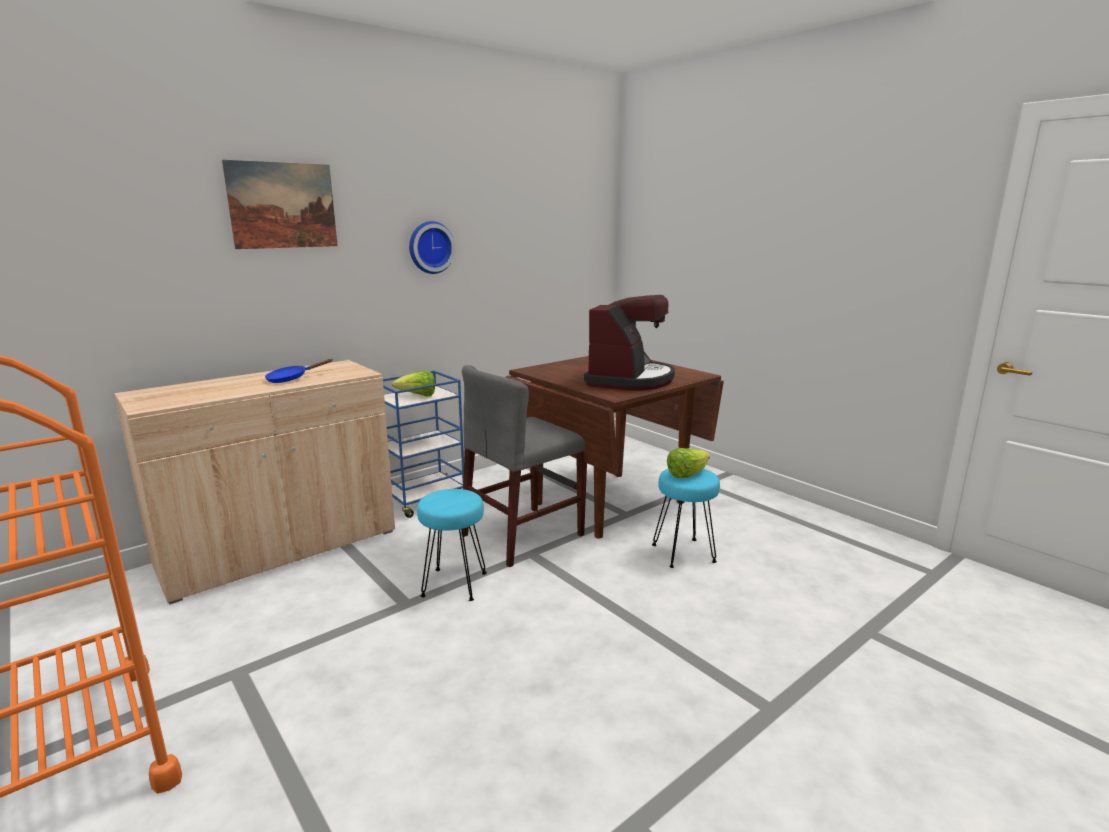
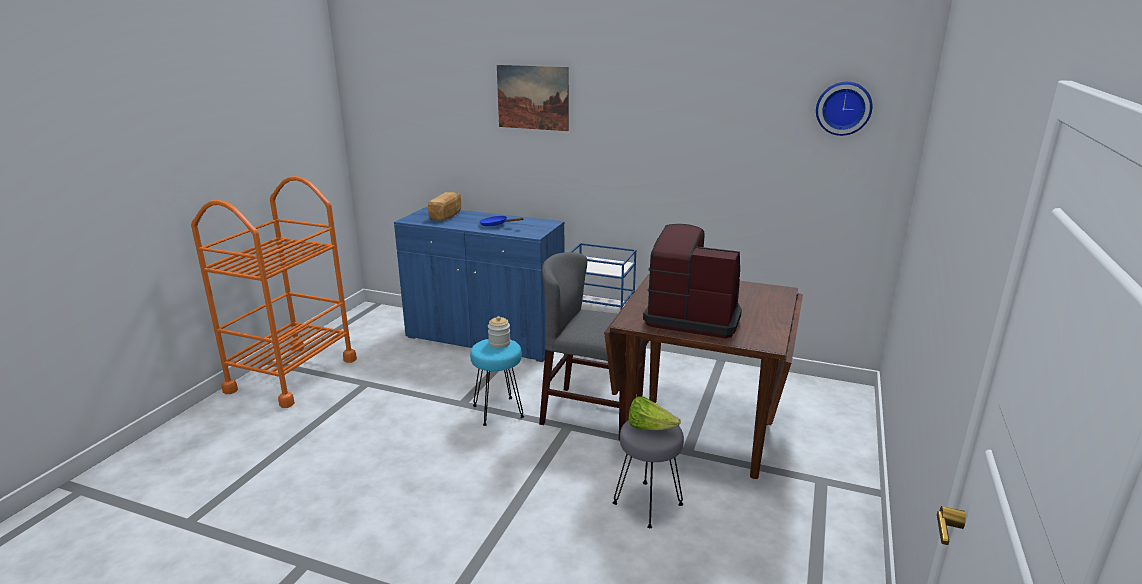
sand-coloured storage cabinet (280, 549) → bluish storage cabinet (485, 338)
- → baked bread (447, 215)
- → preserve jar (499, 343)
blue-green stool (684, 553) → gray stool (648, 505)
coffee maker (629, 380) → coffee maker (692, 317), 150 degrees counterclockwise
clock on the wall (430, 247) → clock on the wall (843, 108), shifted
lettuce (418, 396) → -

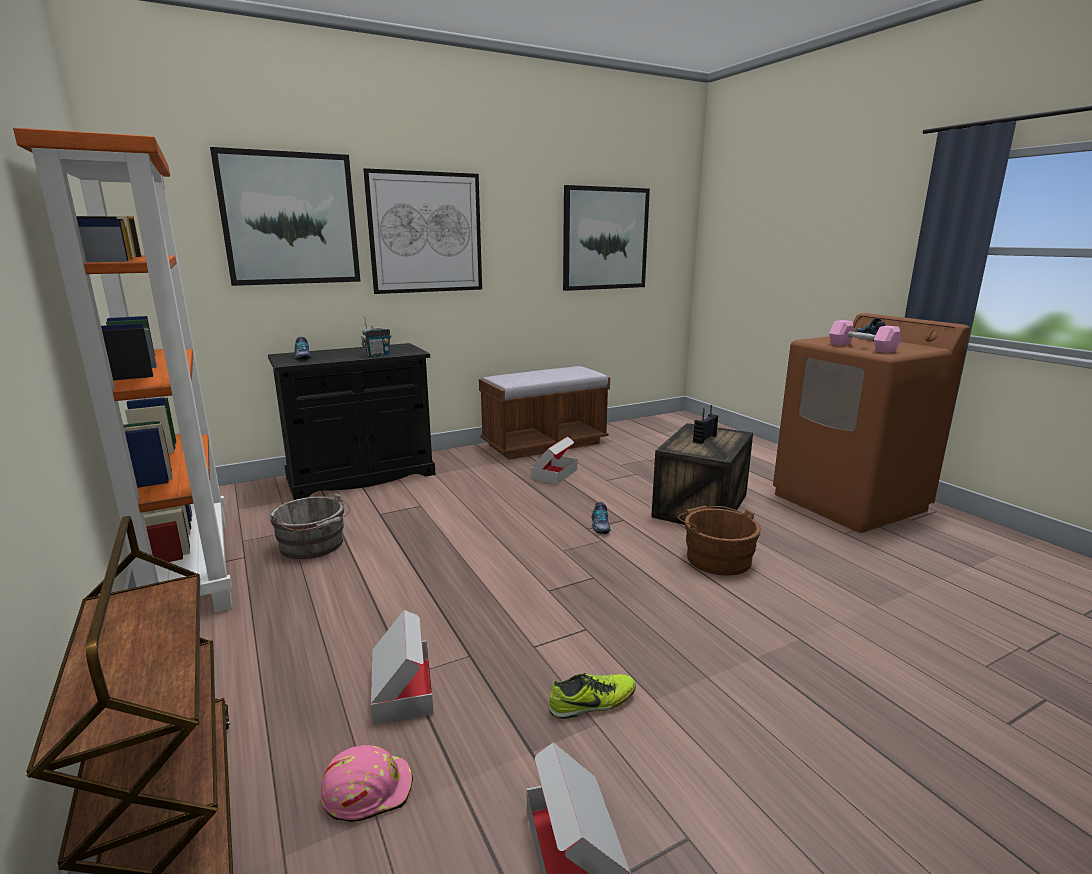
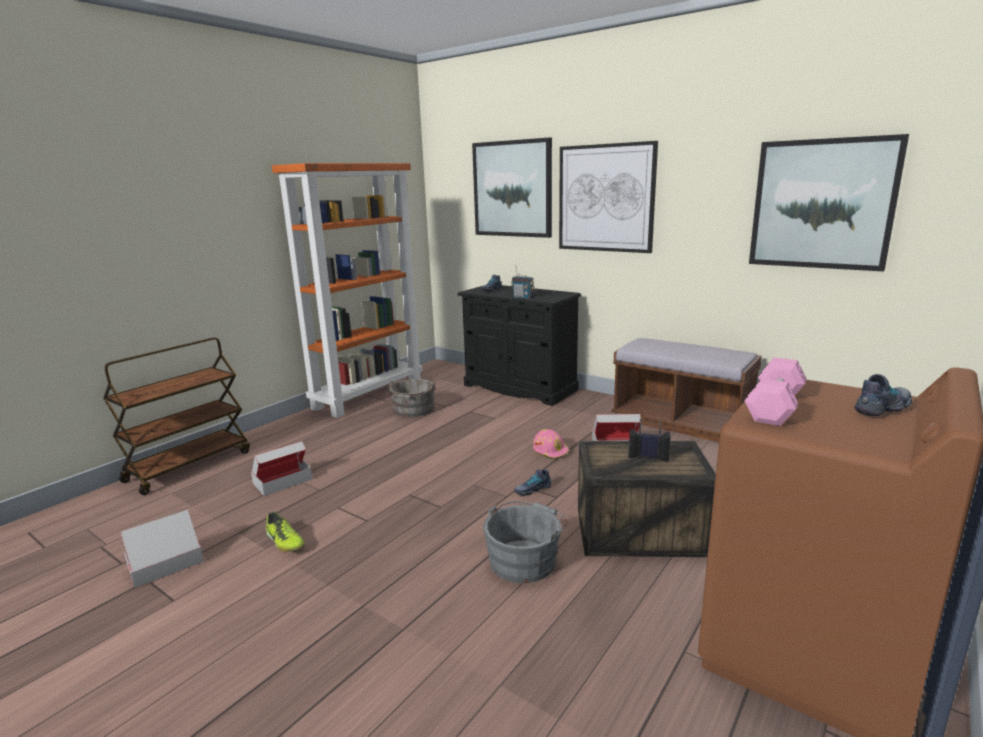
brown-coloured water bucket (715, 557) → gray water bucket (525, 559)
pink-coloured safety helmet (368, 790) → pink-coloured safety helmet (551, 451), shifted

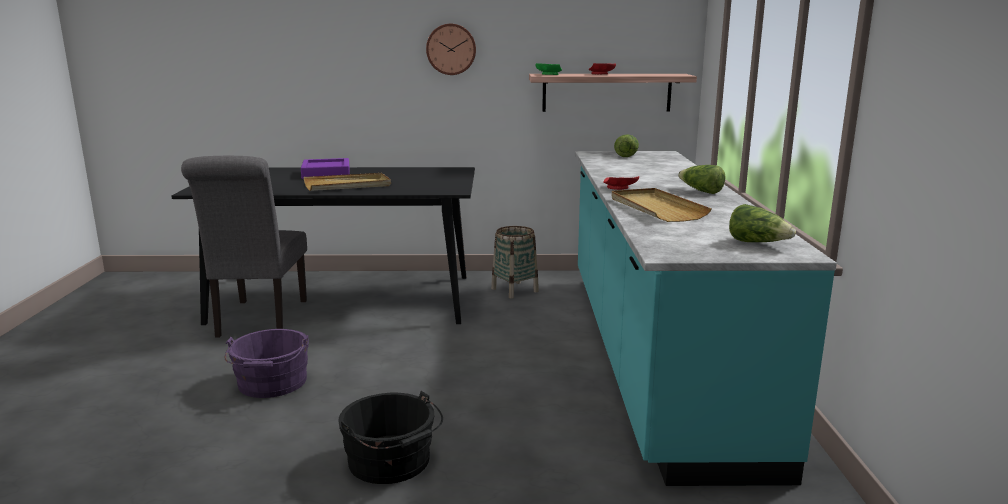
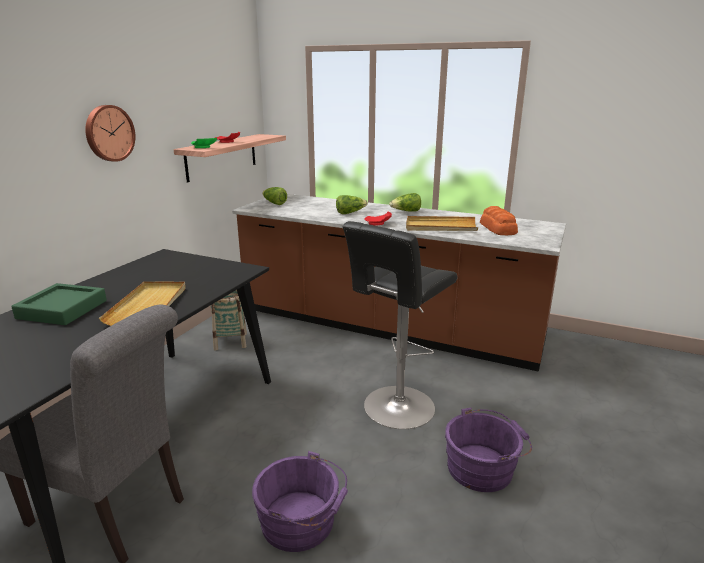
purple-coloured tray (326, 173) → greenish tray (62, 309)
blue-green kitchen base unit (654, 354) → brown-coloured kitchen base unit (388, 326)
lettuce (758, 243) → lettuce (350, 213), shifted
- → black-coloured stool (396, 409)
black-coloured water bucket (392, 462) → purple-coloured water bucket (483, 467)
- → baked bread (497, 228)

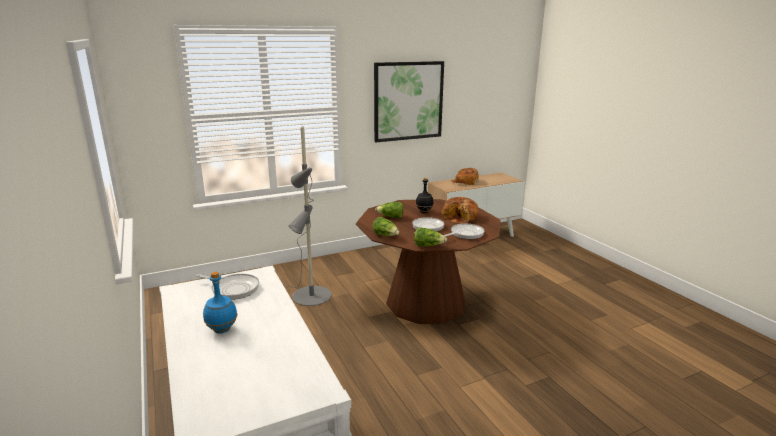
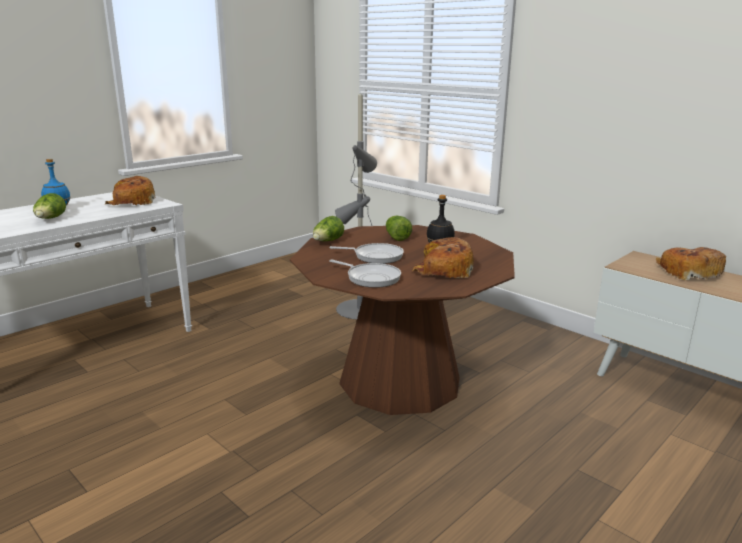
lettuce (428, 246) → lettuce (50, 219), shifted
skillet (233, 289) → baked bread (130, 202)
wall art (408, 101) → -

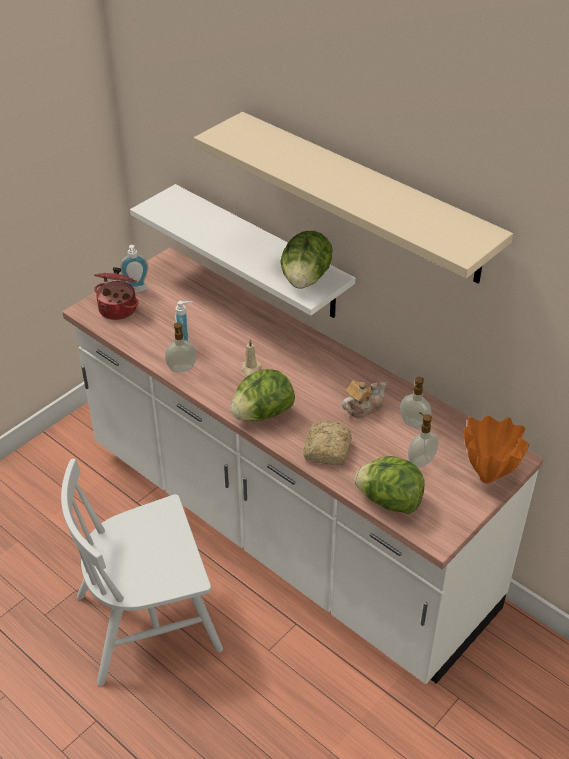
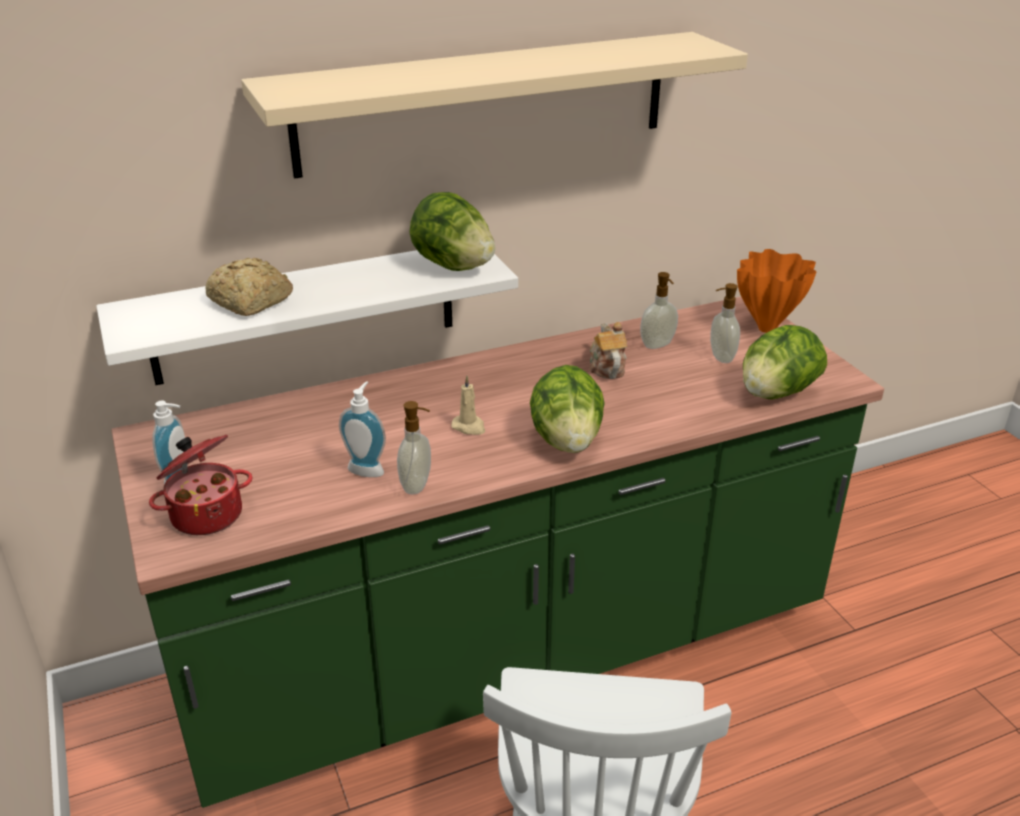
white kitchen base unit (284, 529) → greenish kitchen base unit (510, 655)
baked bread (326, 451) → baked bread (250, 302), shifted

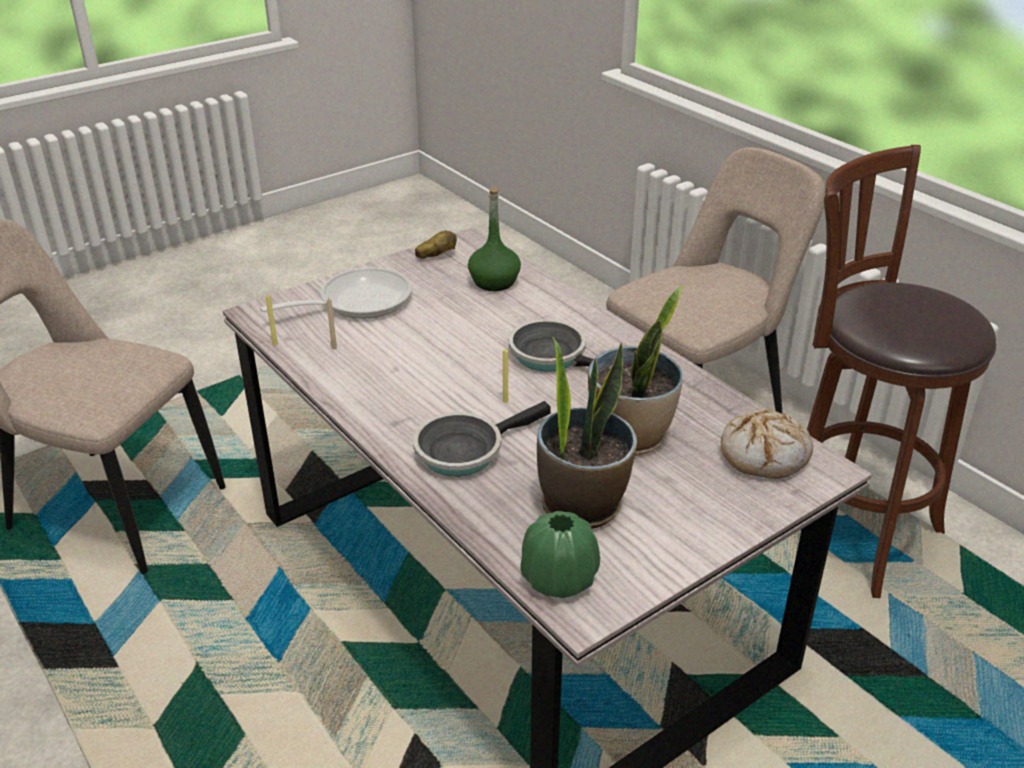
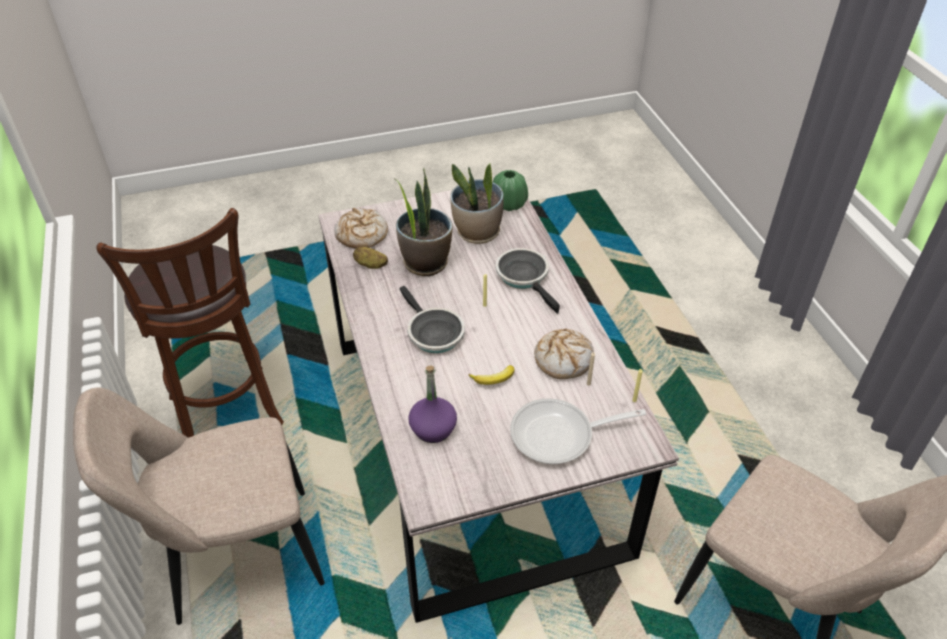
spud (436, 256) → spud (371, 265), shifted
greenish bottle (494, 282) → purple-coloured bottle (433, 429)
- → whole banana (493, 379)
skillet (465, 450) → skillet (525, 277), 105 degrees counterclockwise
- → baked bread (563, 359)

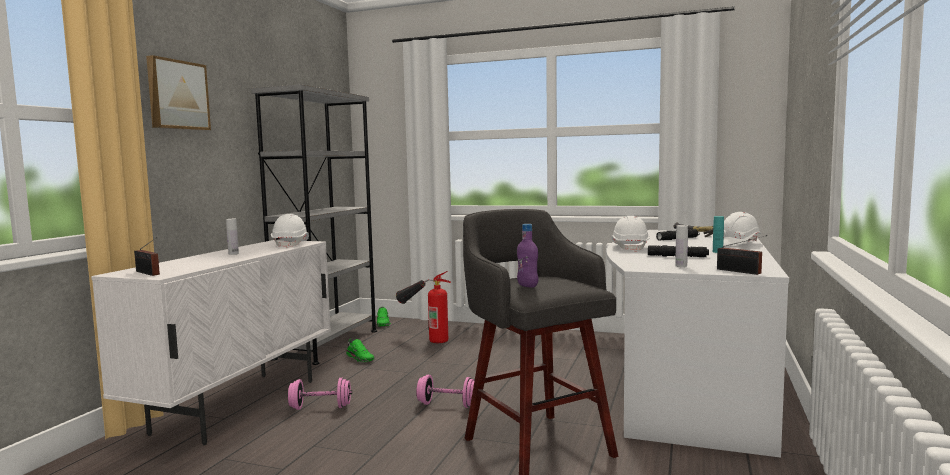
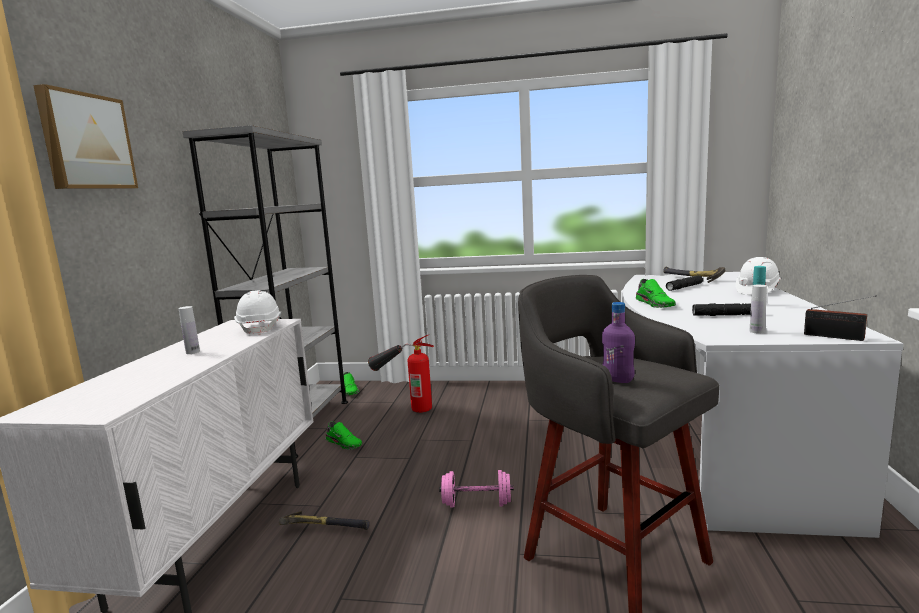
pink-coloured free weight (320, 407) → hammer (325, 528)
white safety helmet (630, 248) → greenish shoe (656, 304)
radio set (148, 273) → -

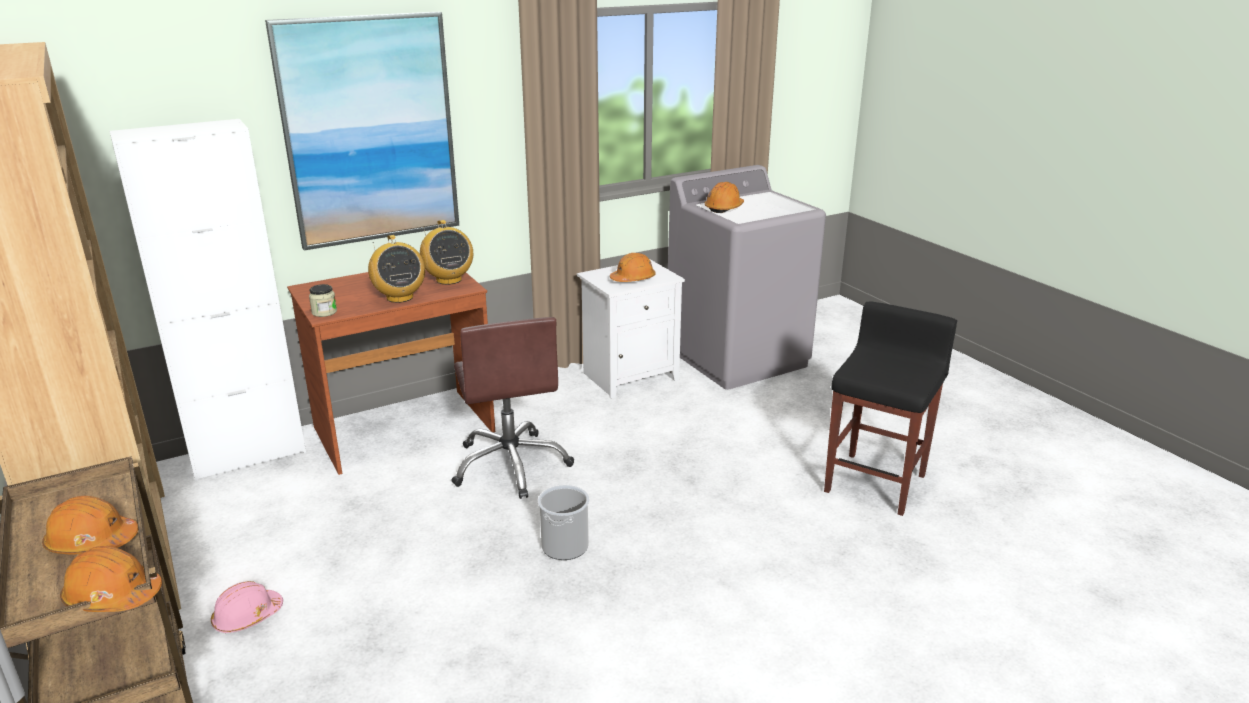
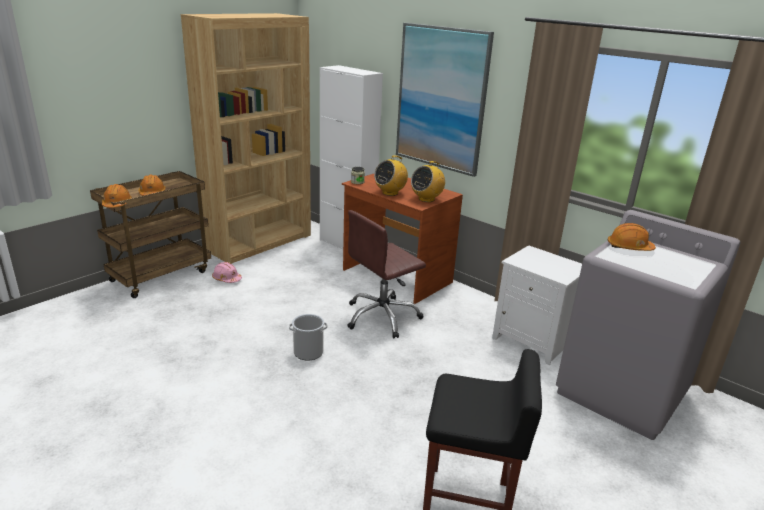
orange-coloured safety helmet (633, 279) → -

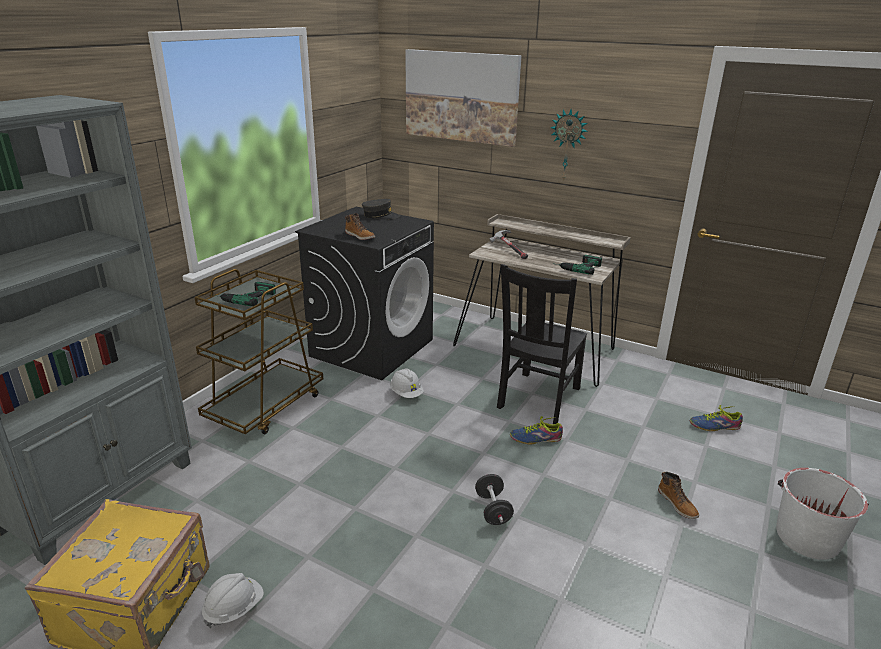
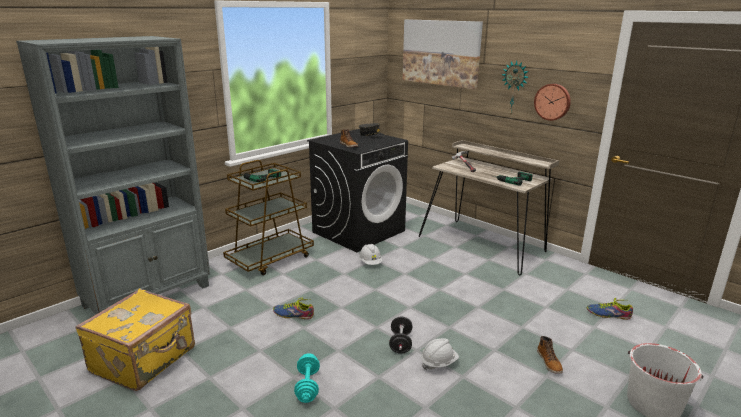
shoe (536, 438) → shoe (293, 315), shifted
- → blue-green free weight (307, 386)
white safety helmet (234, 609) → white safety helmet (438, 363), shifted
- → clock on the wall (552, 101)
black-coloured chair (537, 399) → -

